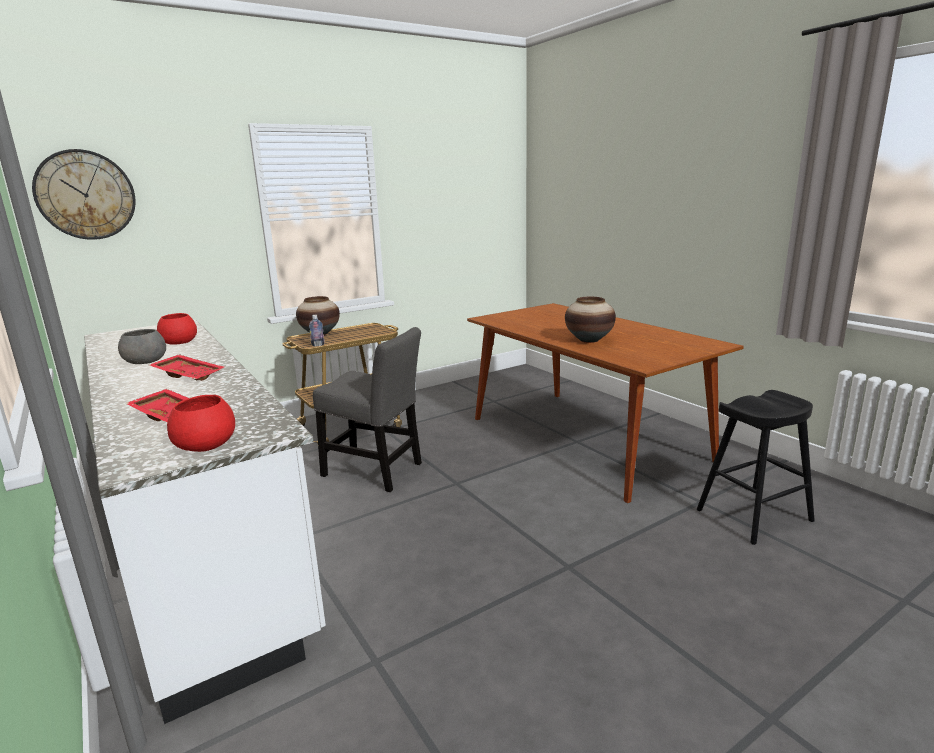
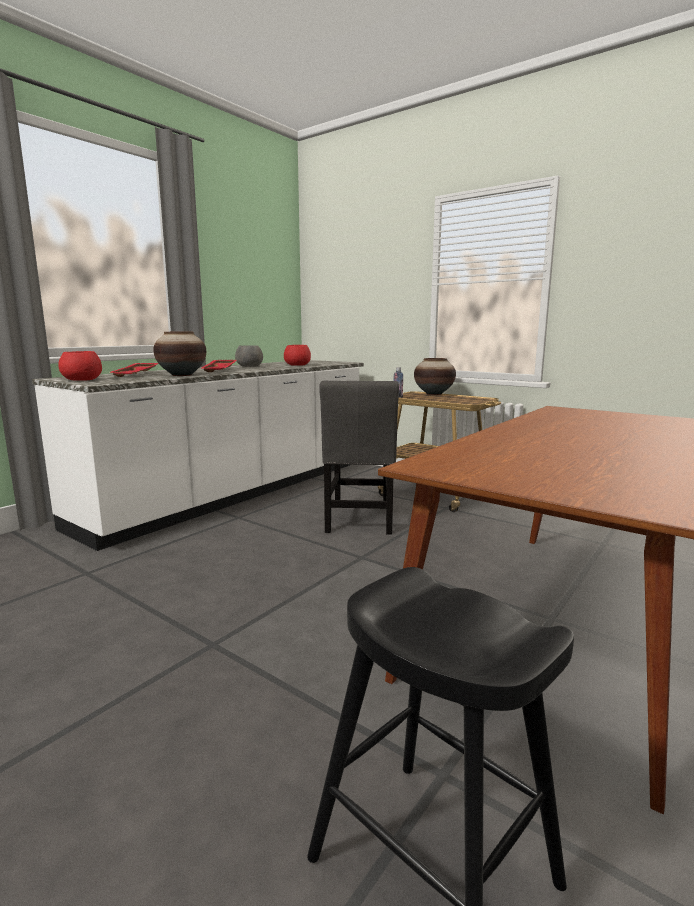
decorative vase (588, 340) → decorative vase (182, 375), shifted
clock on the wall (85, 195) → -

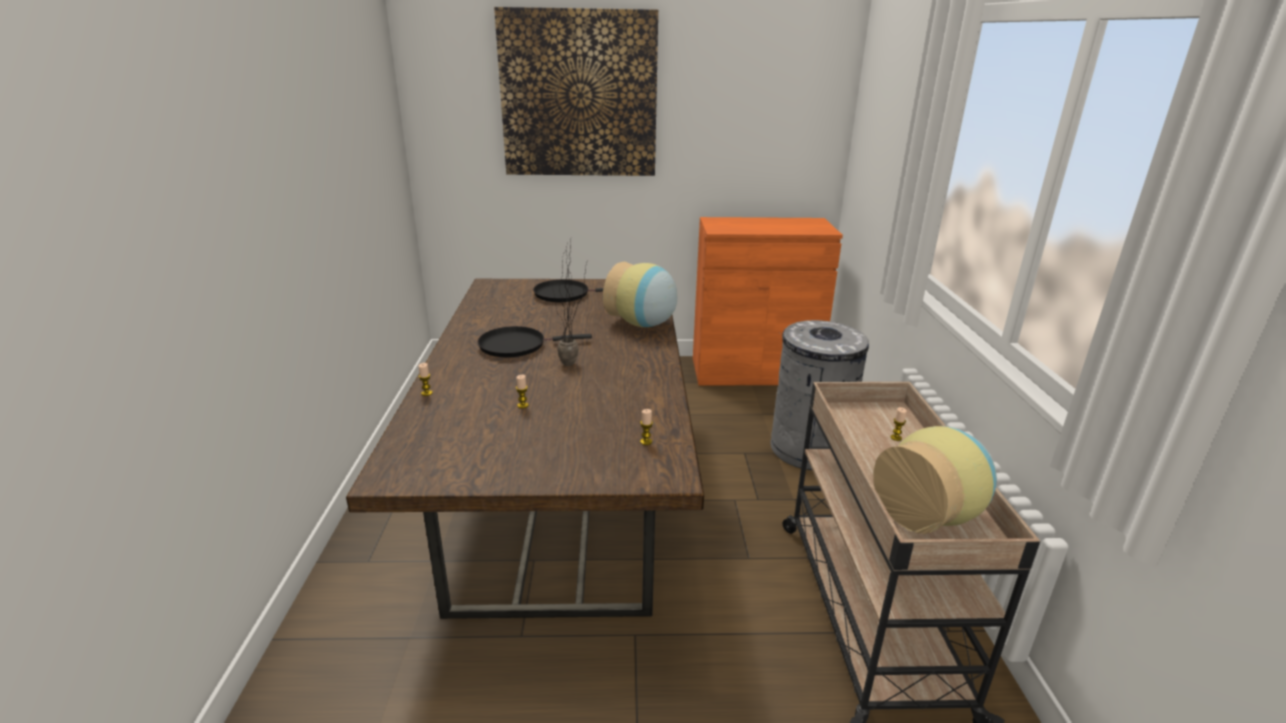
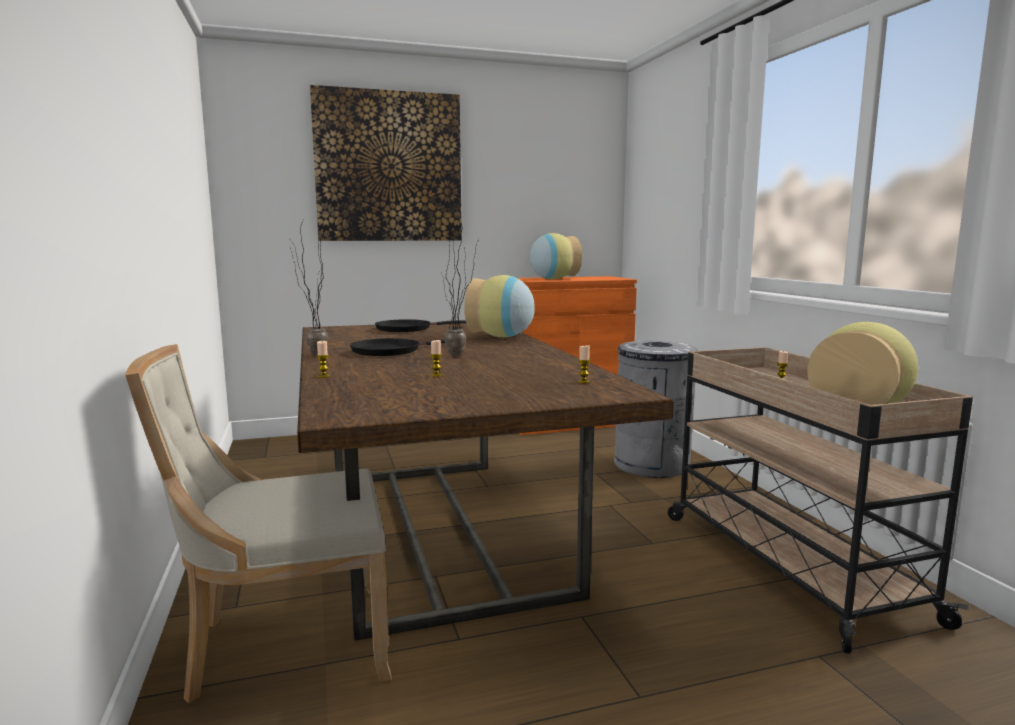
- → sand-coloured chair (284, 645)
- → houseplant (311, 355)
- → decorative vase (552, 279)

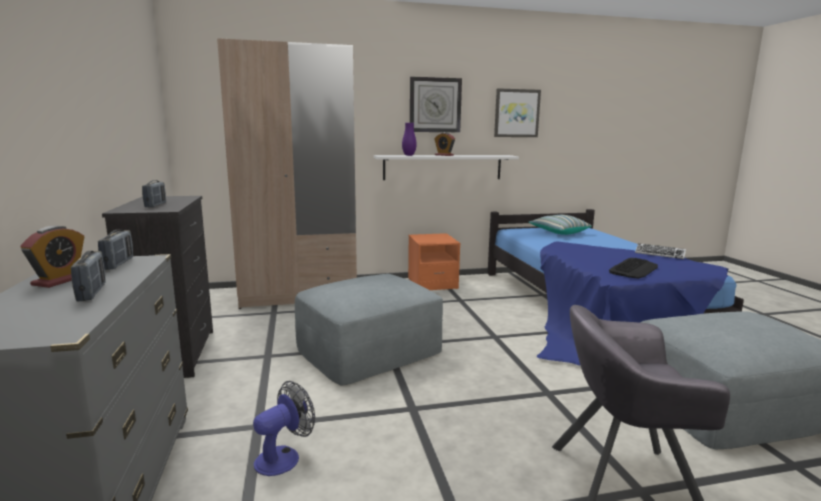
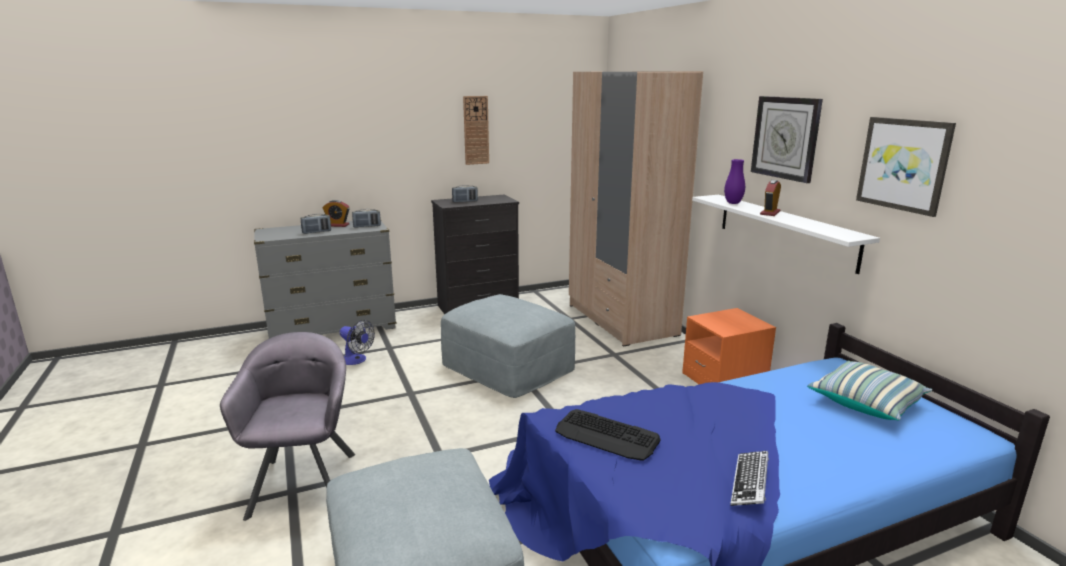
- → clock on the wall (476, 130)

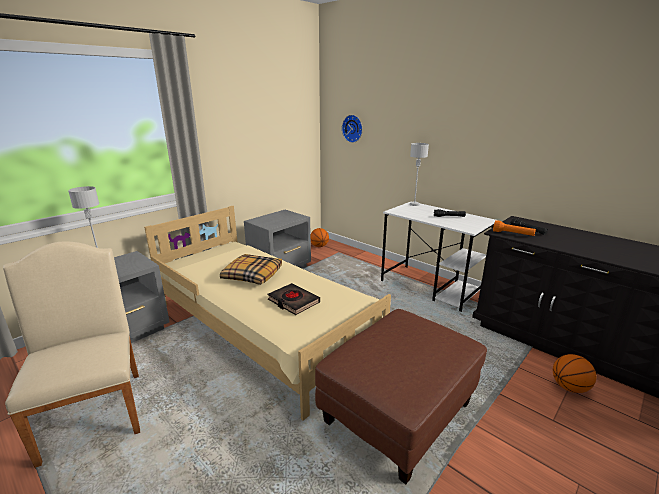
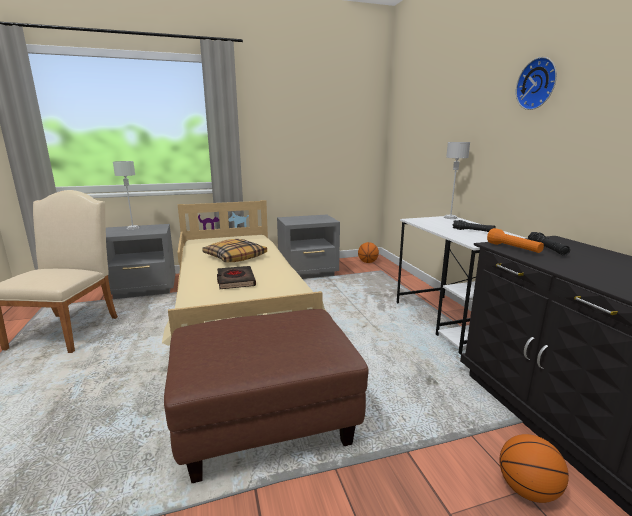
clock on the wall (353, 128) → clock on the wall (538, 84), shifted

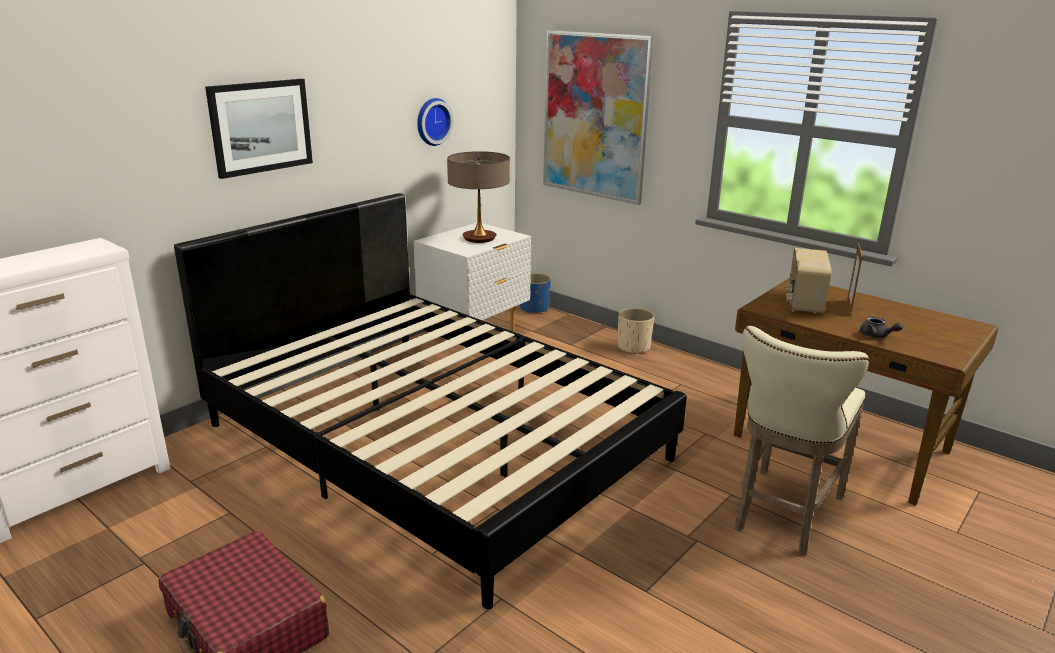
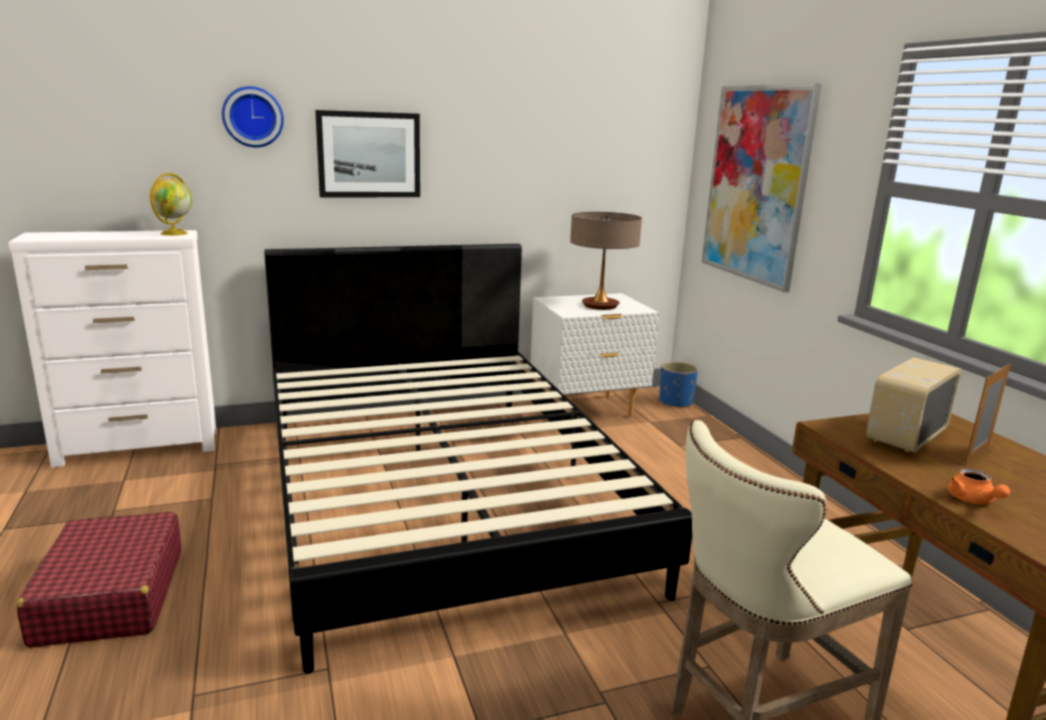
- → globe (174, 233)
clock on the wall (432, 121) → clock on the wall (253, 117), shifted
gray teapot (876, 336) → orange-coloured teapot (973, 501)
sand-coloured planter (633, 348) → -

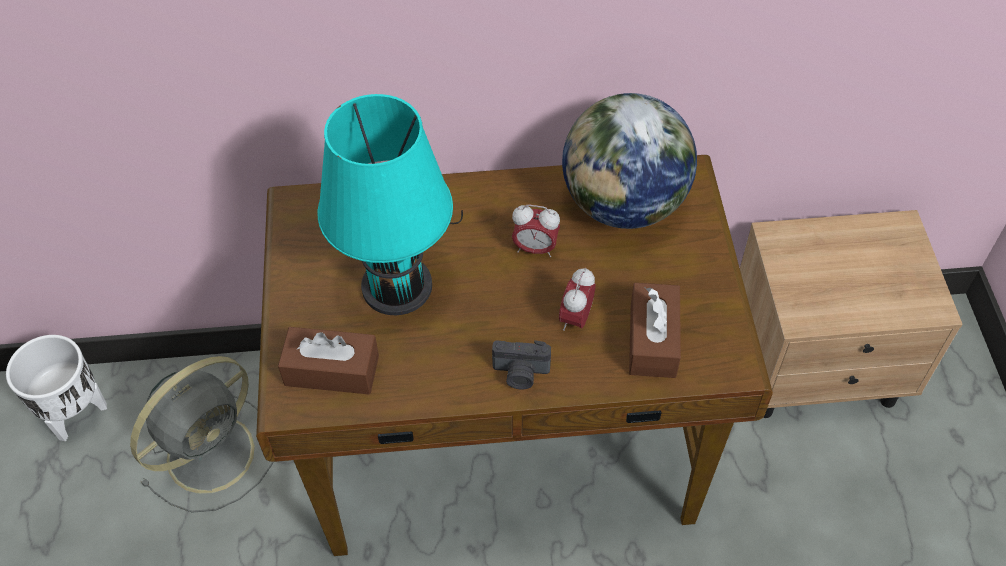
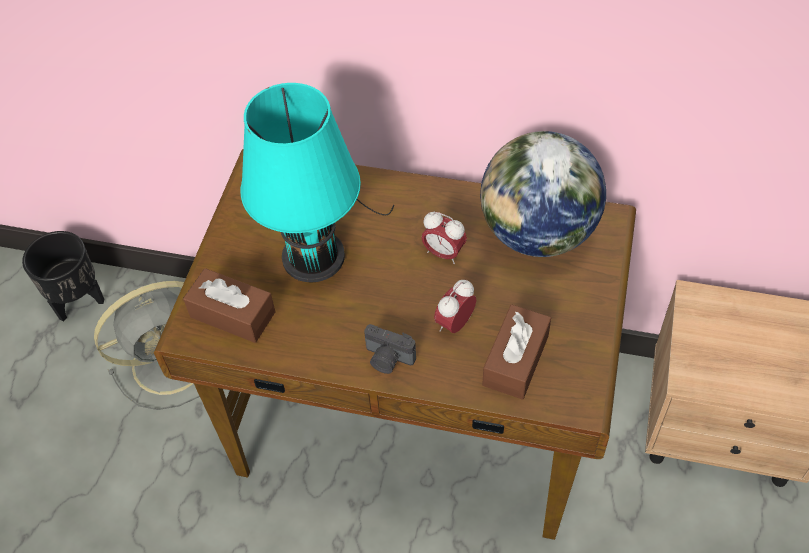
white planter (75, 413) → black-coloured planter (78, 301)

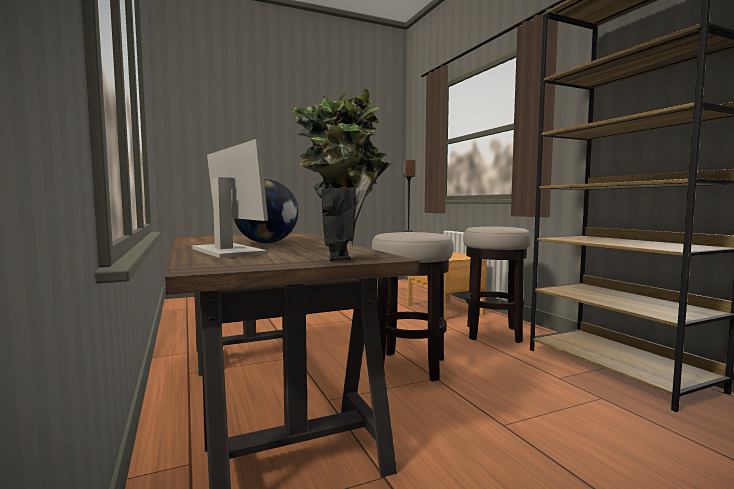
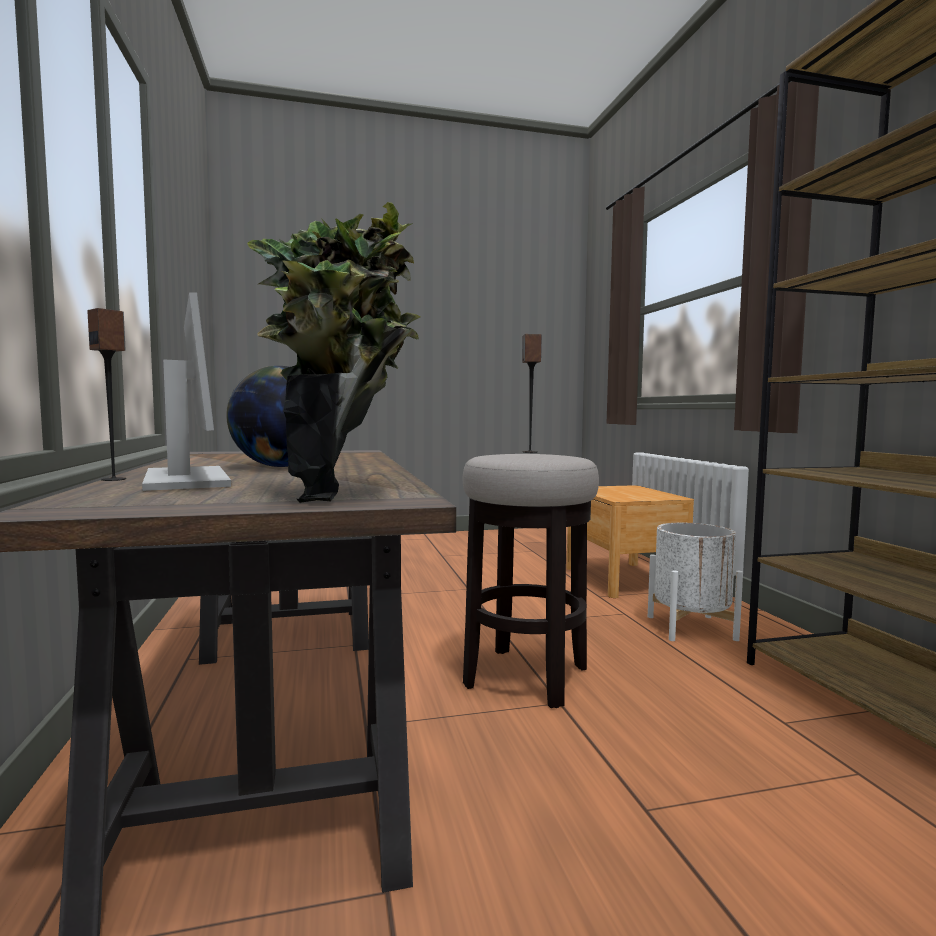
- → speaker (114, 479)
stool (493, 334) → white planter (691, 628)

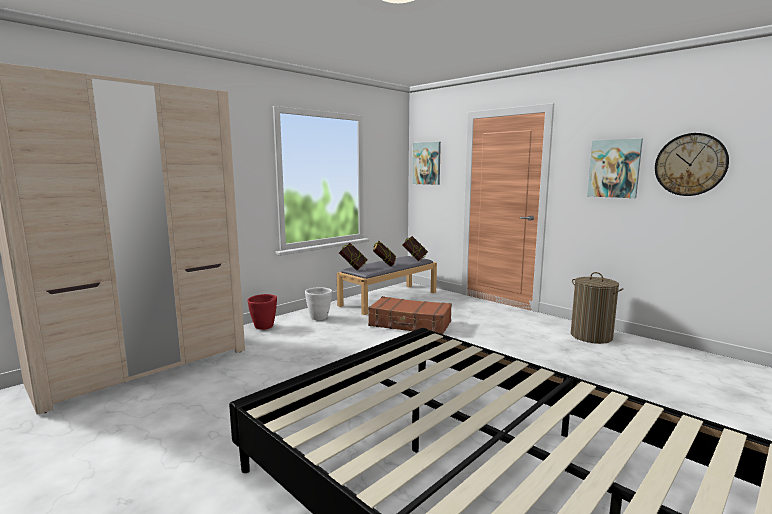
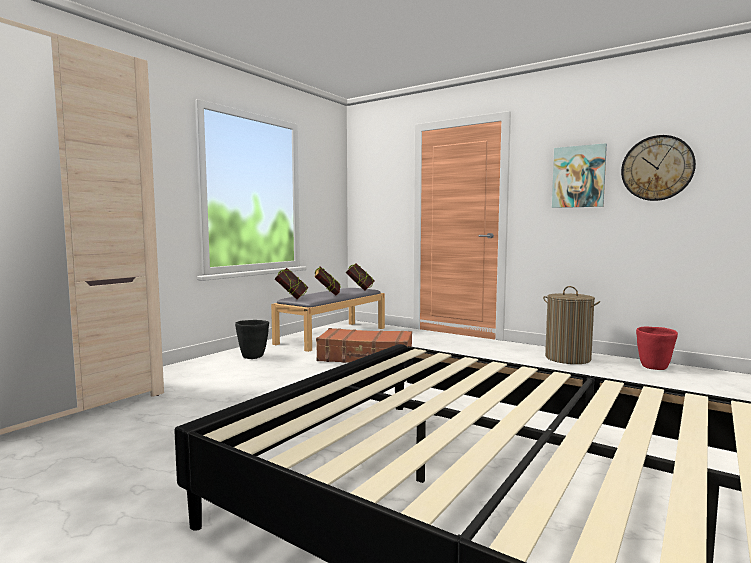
white planter (319, 318) → black-coloured planter (253, 357)
reddish planter (263, 327) → reddish planter (654, 368), shifted
wall art (427, 163) → -

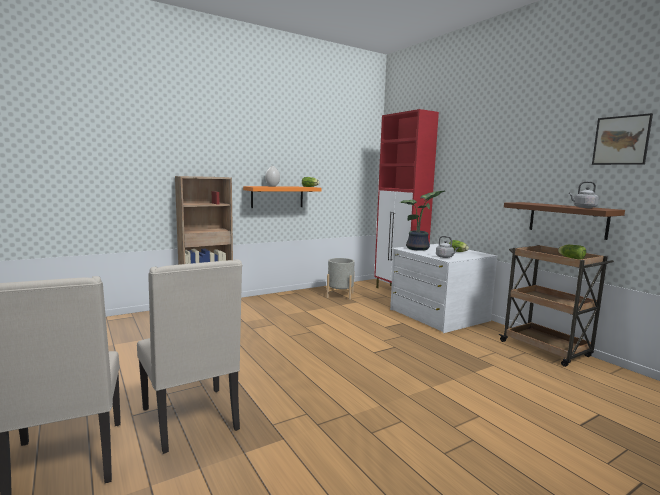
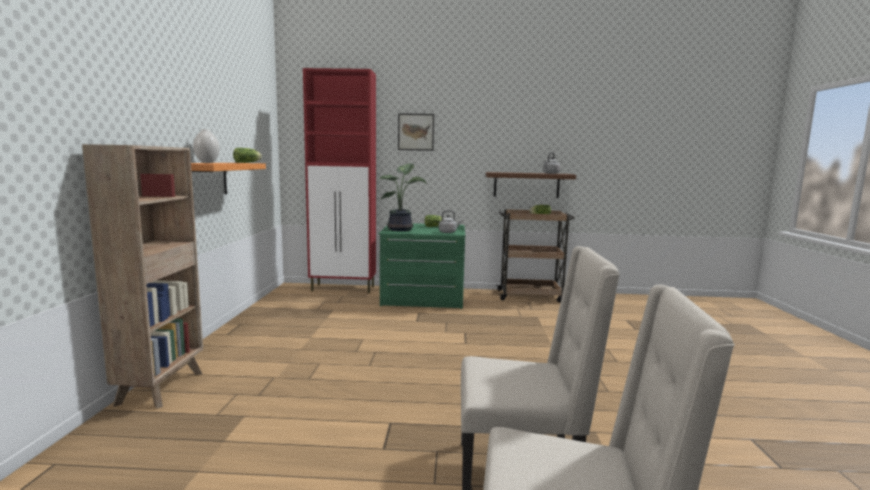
white dresser (437, 315) → greenish dresser (423, 297)
wall art (621, 140) → wall art (416, 132), shifted
gray planter (340, 295) → -

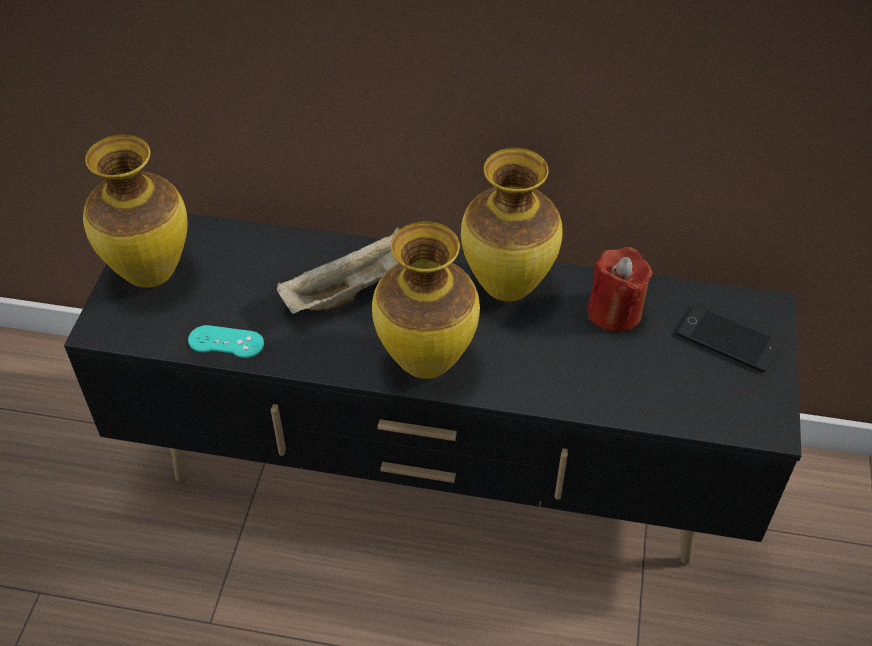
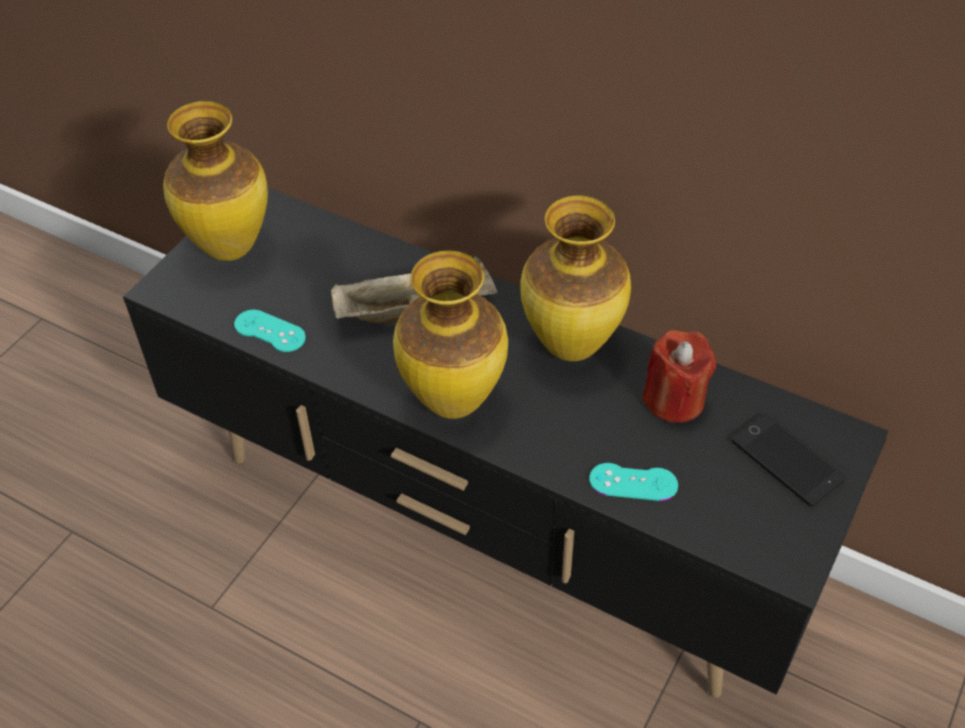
- → blue-green gamepad (633, 482)

